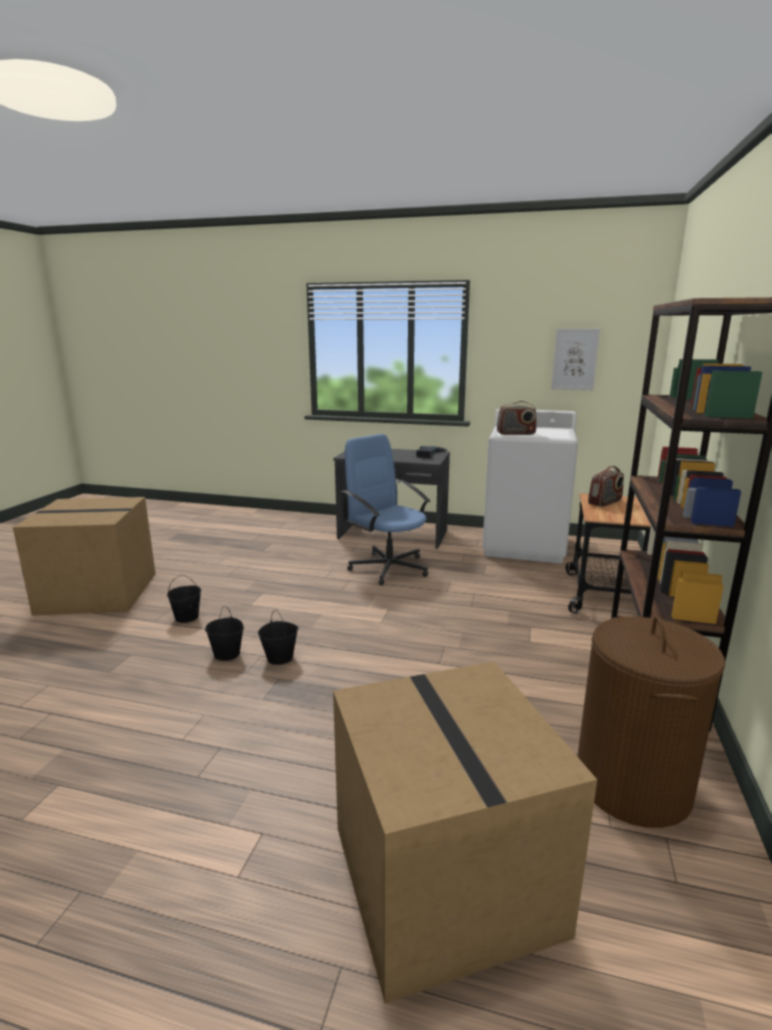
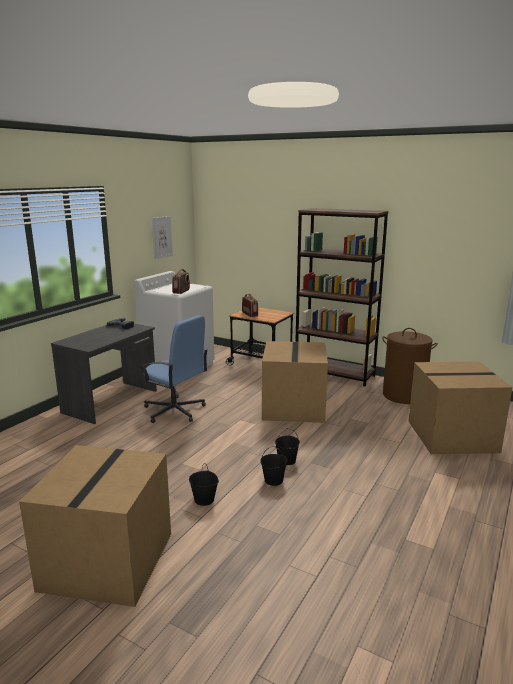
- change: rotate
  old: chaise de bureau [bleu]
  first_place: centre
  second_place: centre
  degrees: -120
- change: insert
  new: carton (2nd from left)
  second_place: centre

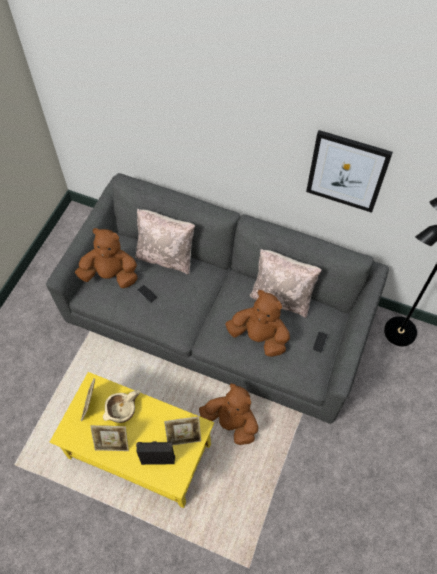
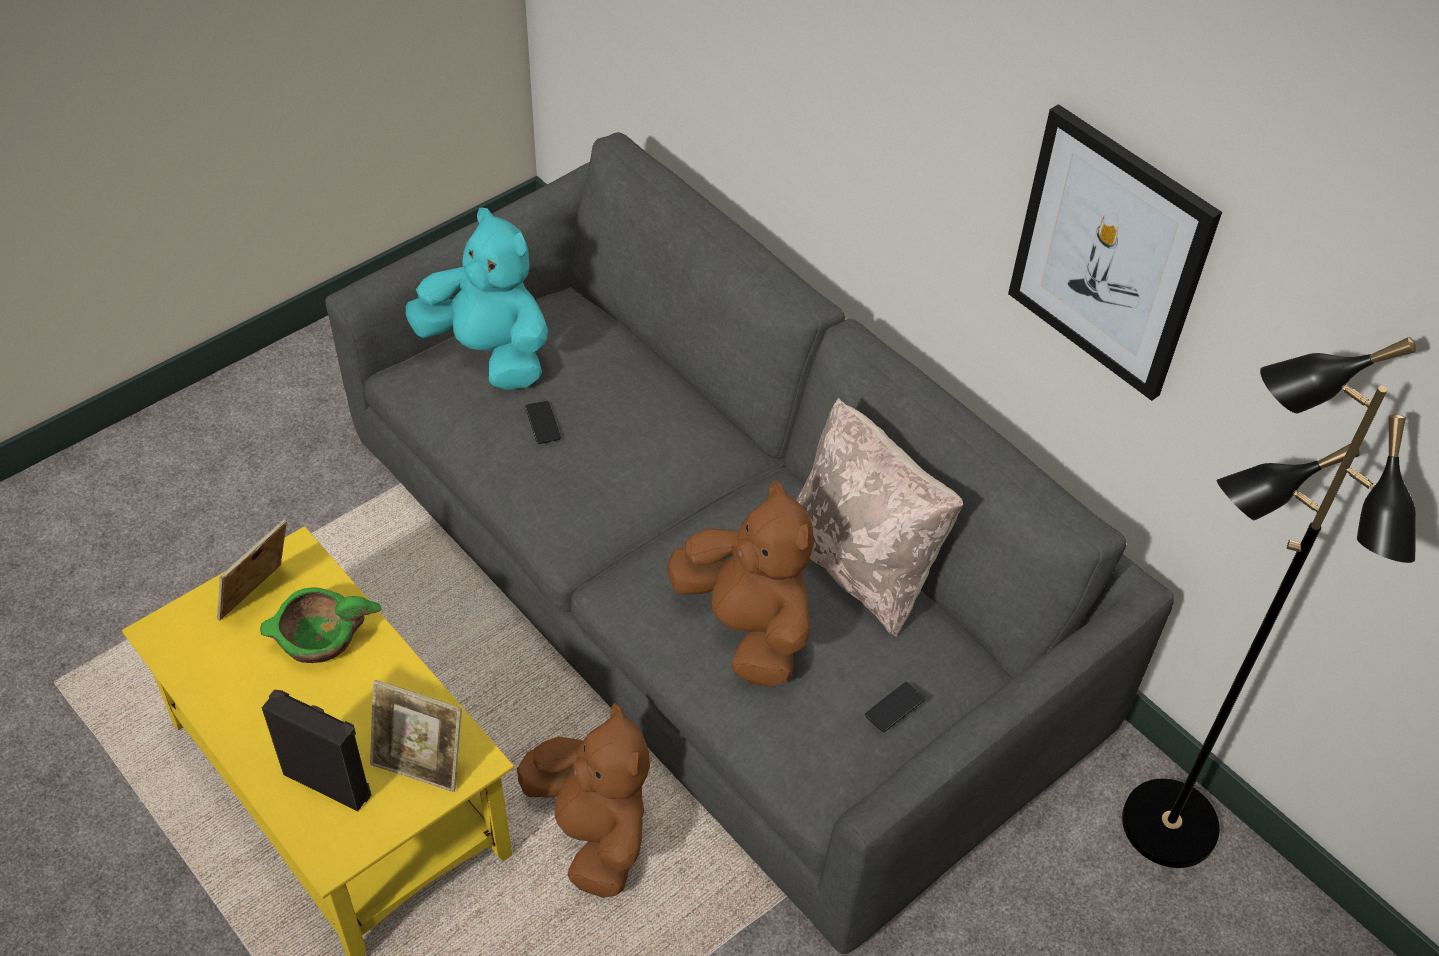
- change: recolor
  old: peluche [marron] (1st from left)
  new: peluche [turquoise]
  first_place: middle left
  second_place: top left
- change: delete
  old: cadre photo (2nd from left)
  first_place: bottom left
- change: recolor
  old: bol [beige]
  new: bol [vert]
  first_place: bottom left
  second_place: middle left
- change: delete
  old: coussin [beige] (1st from left)
  first_place: centre

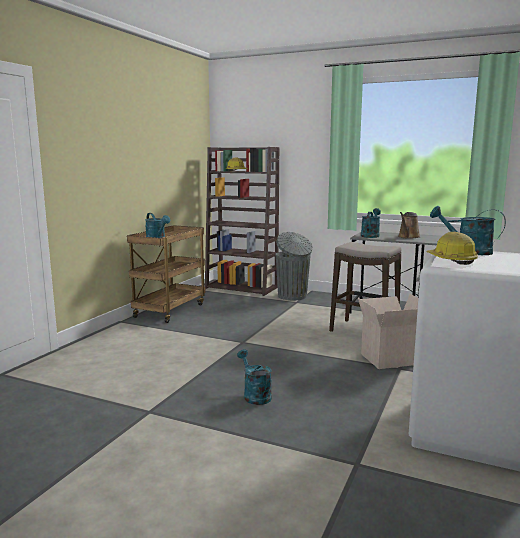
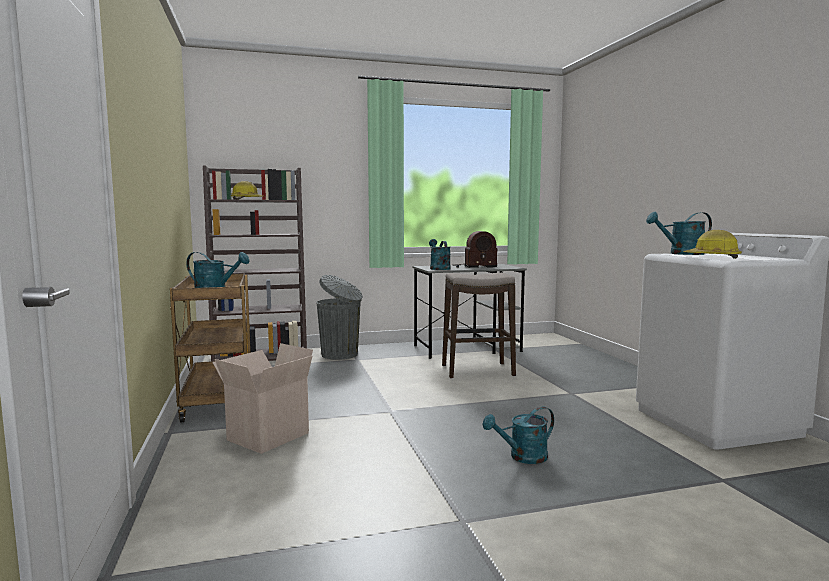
- change: rotate
  old: arrosoir [turquoise] (2nd from left in the first image)
  first_place: bottom centre
  second_place: bottom centre
  degrees: -45
- change: move
  old: carton
  first_place: middle right
  second_place: bottom left
- change: replace
  old: arrosoir [marron]
  new: radio
  first_place: middle right
  second_place: centre

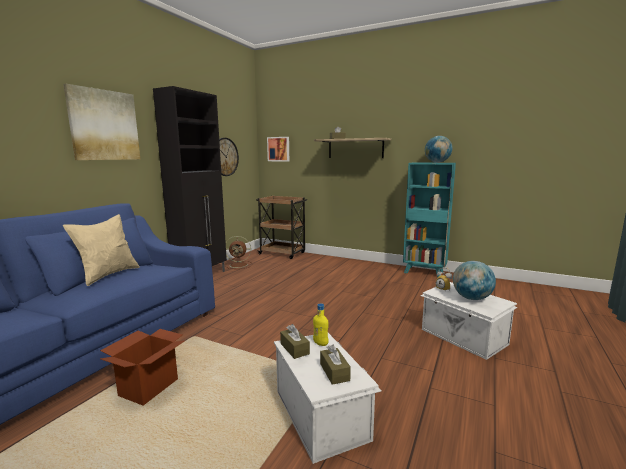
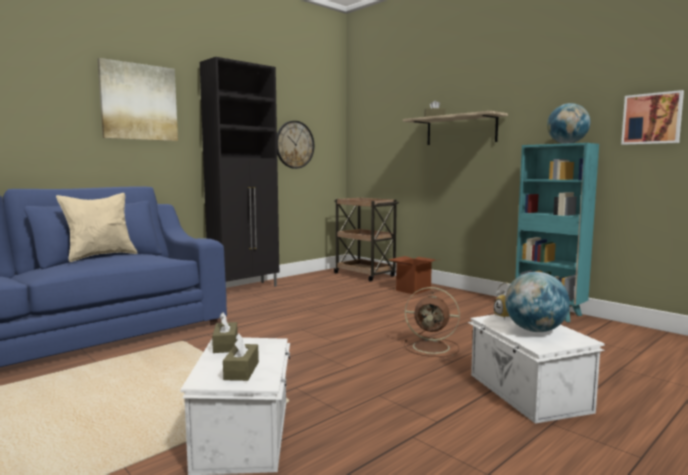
- change: move
  old: carton
  first_place: bottom left
  second_place: centre
- change: move
  old: ventilateur [marron]
  first_place: centre
  second_place: bottom centre
- change: move
  old: tableau (2nd from left)
  first_place: top centre
  second_place: top right
- change: delete
  old: bouteille [jaune]
  first_place: bottom centre

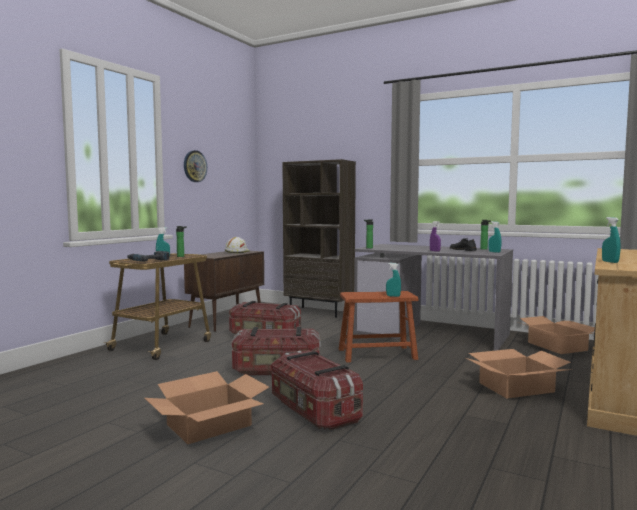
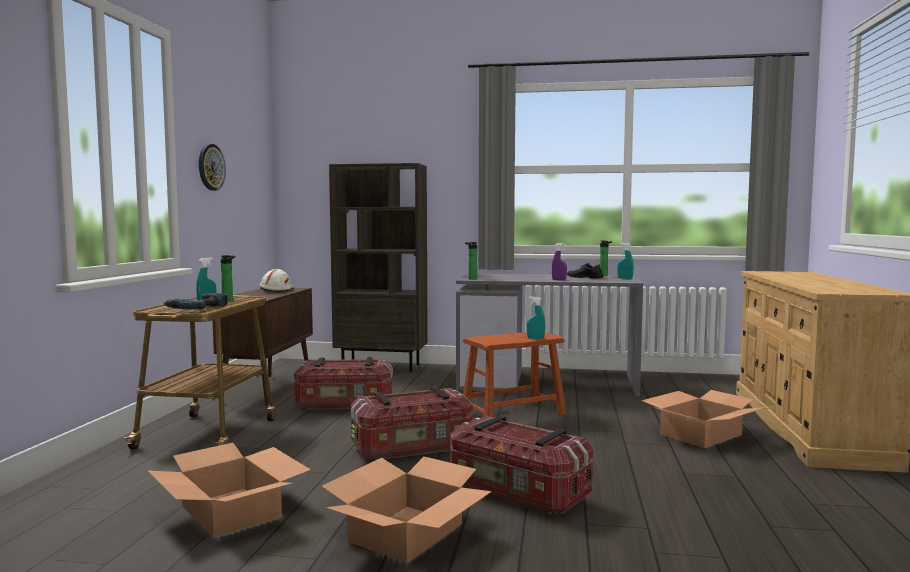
- change: move
  old: carton (3rd from left in the first image)
  new: carton (1st from left)
  first_place: middle right
  second_place: bottom left
- change: delete
  old: vaporisateur [turquoise] (4th from left)
  first_place: middle right

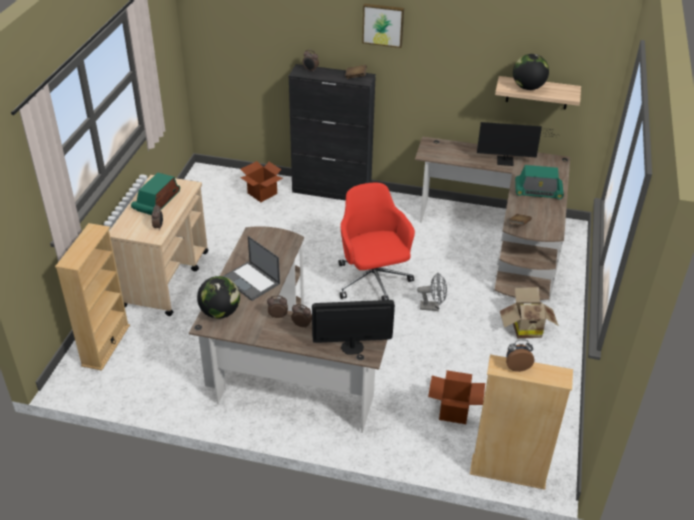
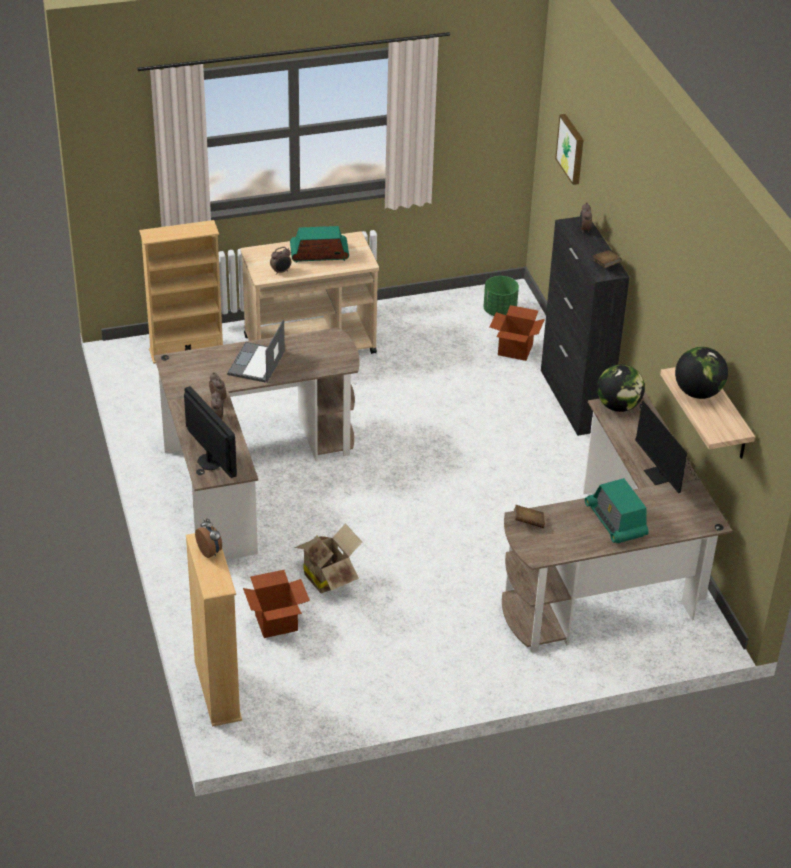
- change: move
  old: globe (1st from left)
  first_place: middle left
  second_place: middle right
- change: delete
  old: chaise de bureau [rouge]
  first_place: centre
- change: move
  old: tableau
  first_place: top centre
  second_place: top right
- change: delete
  old: ventilateur [gris]
  first_place: centre
- change: move
  old: carton (3rd from left in the first image)
  new: carton (2nd from left)
  first_place: middle right
  second_place: centre
- change: insert
  new: cache-pot [vert]
  second_place: centre

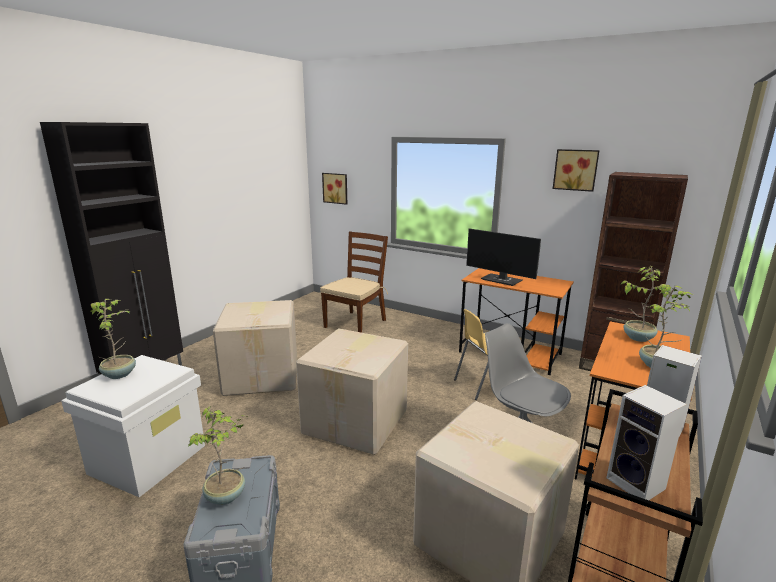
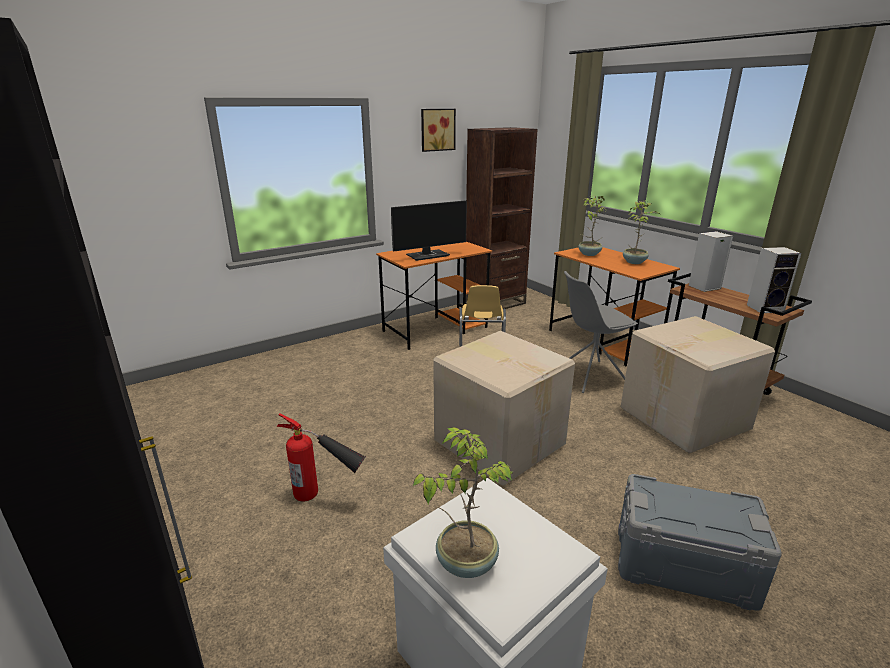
- change: delete
  old: plante en pot (2nd from left)
  first_place: bottom left
- change: replace
  old: carton (1st from left)
  new: extincteur
  first_place: middle left
  second_place: bottom centre
- change: delete
  old: chaise [marron]
  first_place: centre
- change: delete
  old: tableau (1st from left)
  first_place: top centre

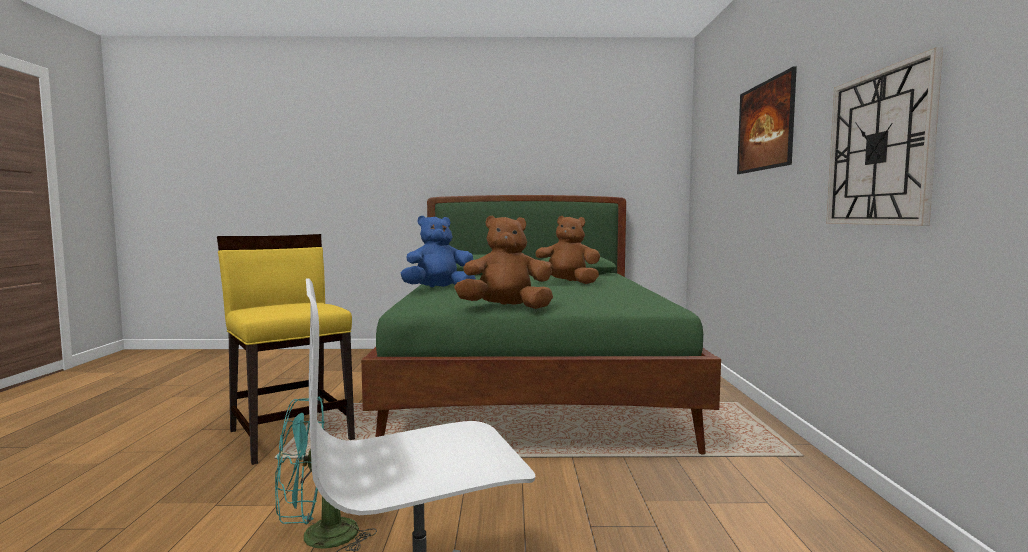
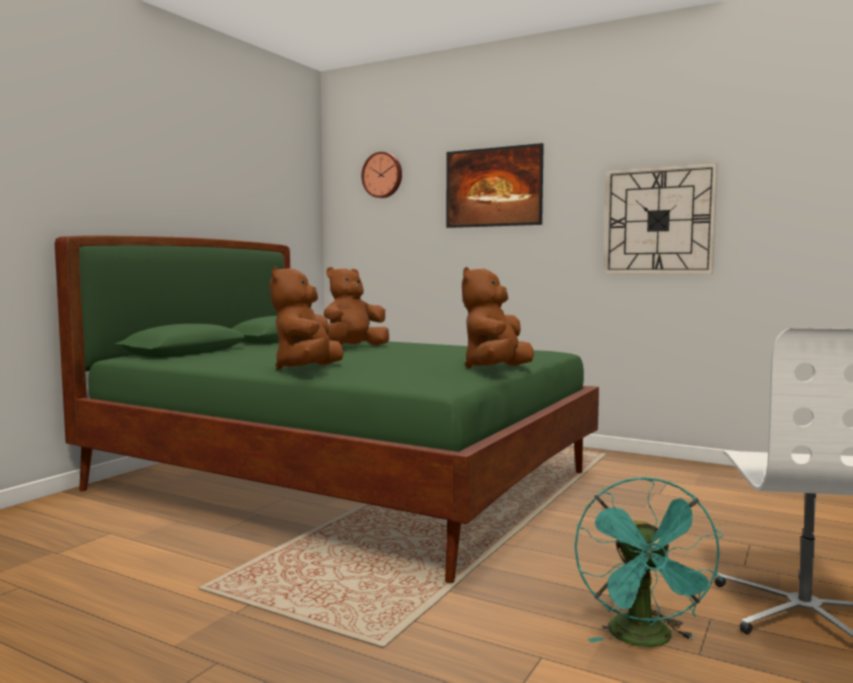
- change: delete
  old: chaise [jaune]
  first_place: middle left
- change: recolor
  old: peluche [bleu]
  new: peluche [marron] (1st from left)
  first_place: centre
  second_place: centre
- change: insert
  new: horloge murale (1st from left)
  second_place: top centre

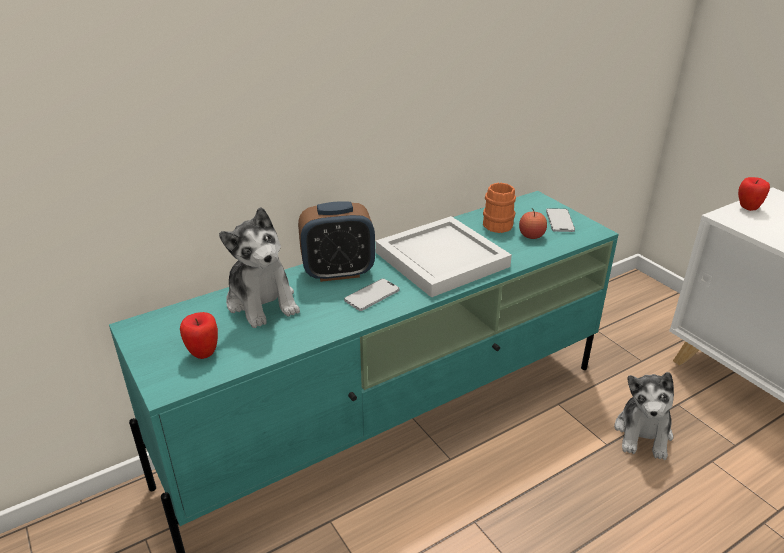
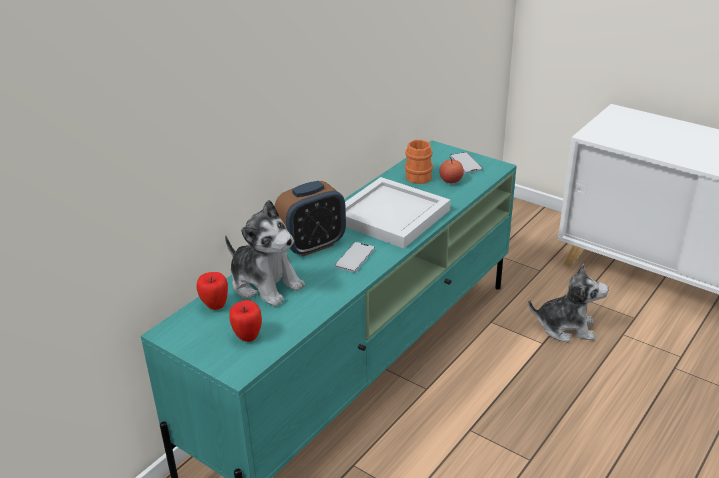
- change: rotate
  old: peluche (2nd from left)
  first_place: bottom right
  second_place: middle right
  degrees: -75
- change: move
  old: pomme (3rd from left in the first image)
  new: pomme (1st from left)
  first_place: middle right
  second_place: middle left

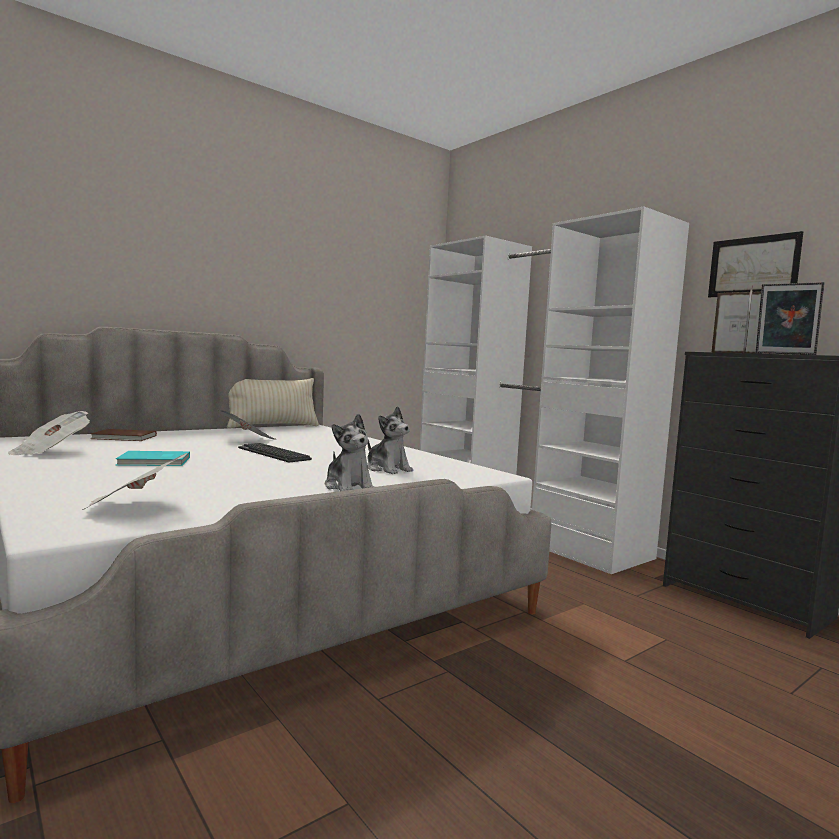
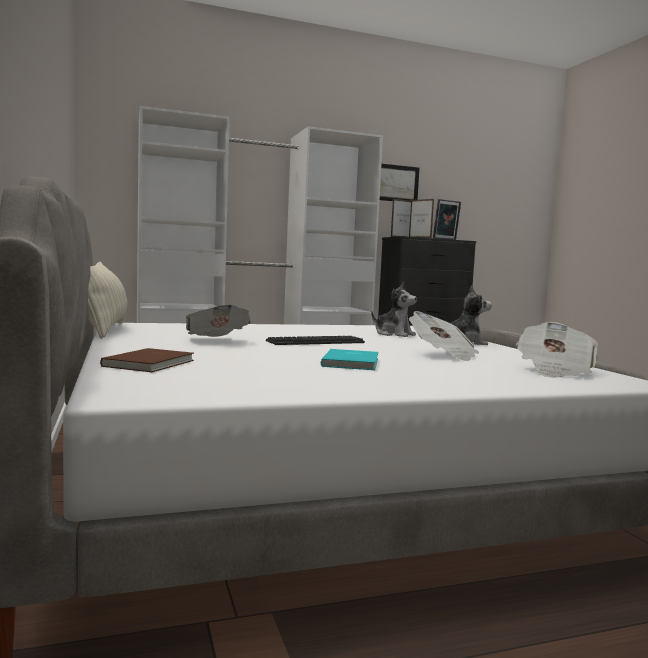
- change: move
  old: journal (1st from left in the first image)
  new: journal (2nd from left)
  first_place: middle left
  second_place: middle right
- change: rotate
  old: peluche (2nd from left in the first image)
  first_place: centre
  second_place: centre
  degrees: 60

